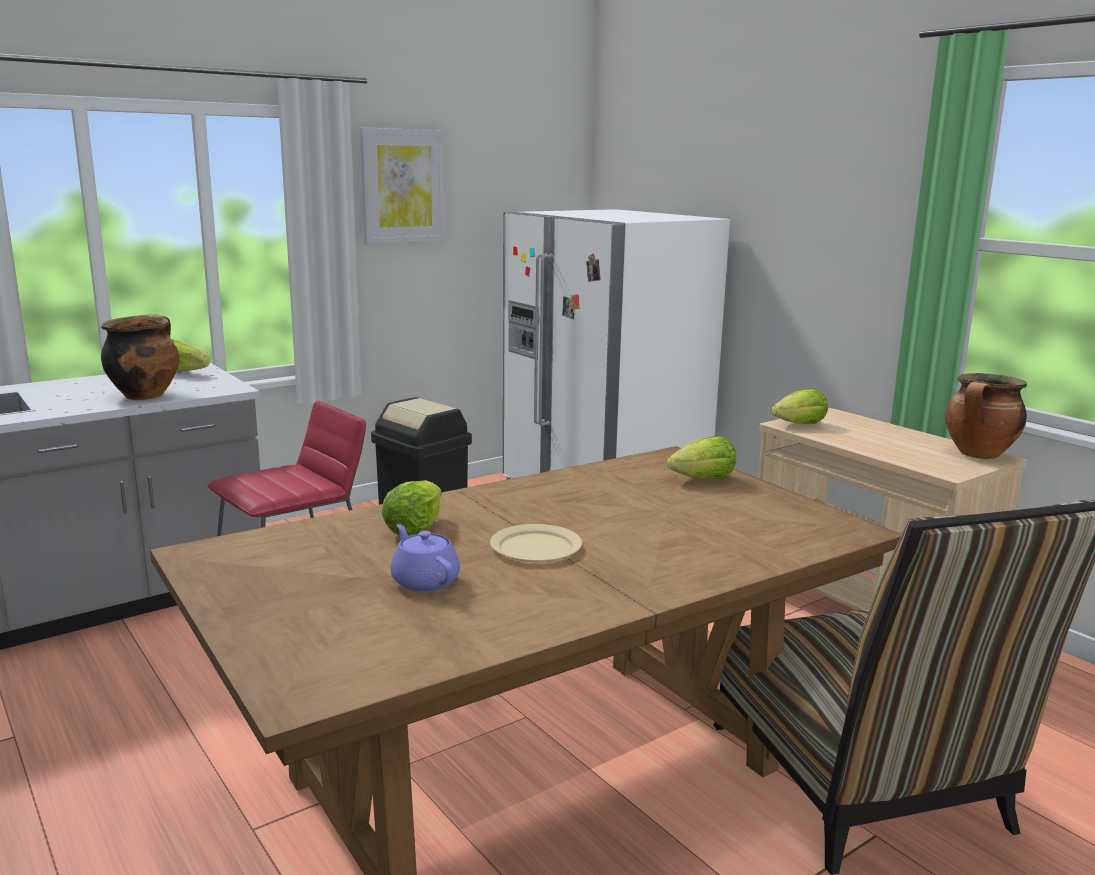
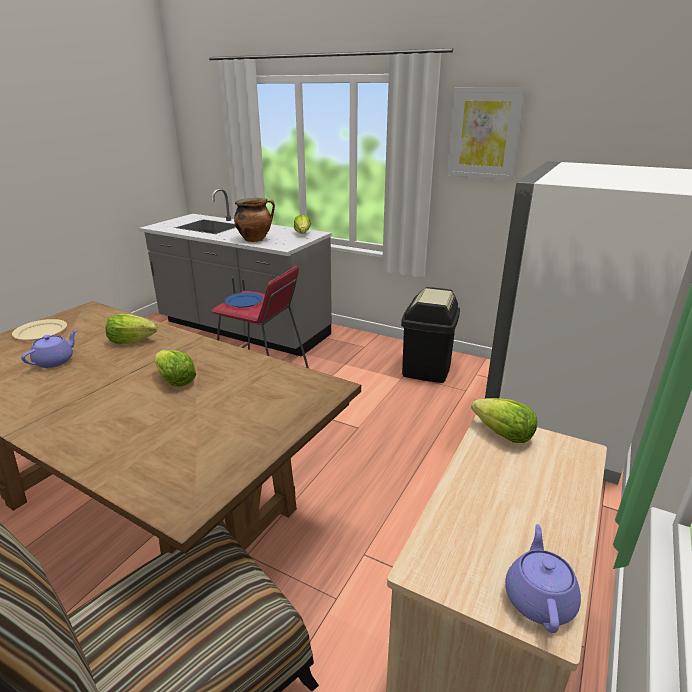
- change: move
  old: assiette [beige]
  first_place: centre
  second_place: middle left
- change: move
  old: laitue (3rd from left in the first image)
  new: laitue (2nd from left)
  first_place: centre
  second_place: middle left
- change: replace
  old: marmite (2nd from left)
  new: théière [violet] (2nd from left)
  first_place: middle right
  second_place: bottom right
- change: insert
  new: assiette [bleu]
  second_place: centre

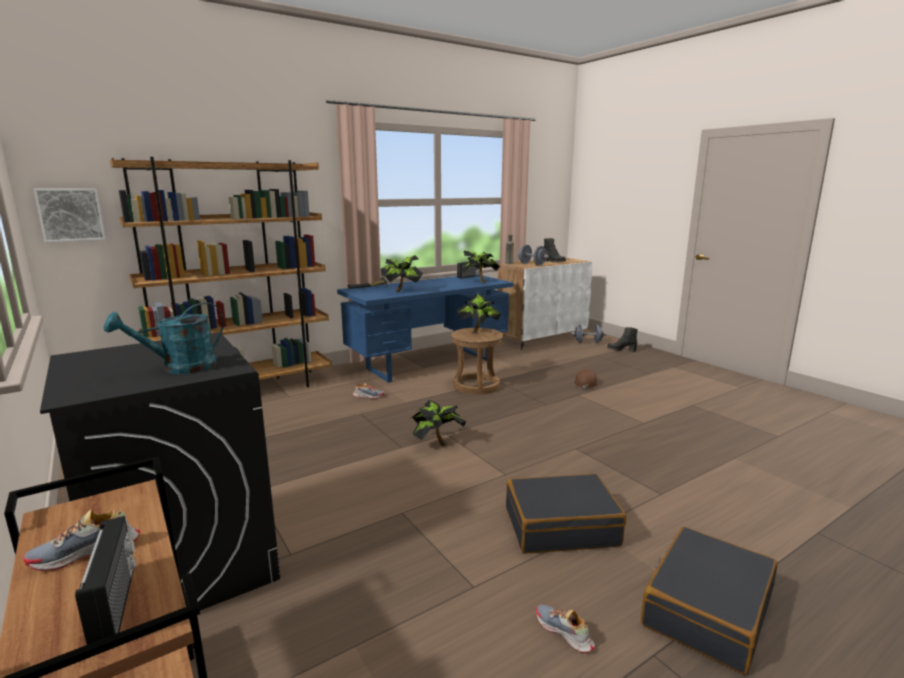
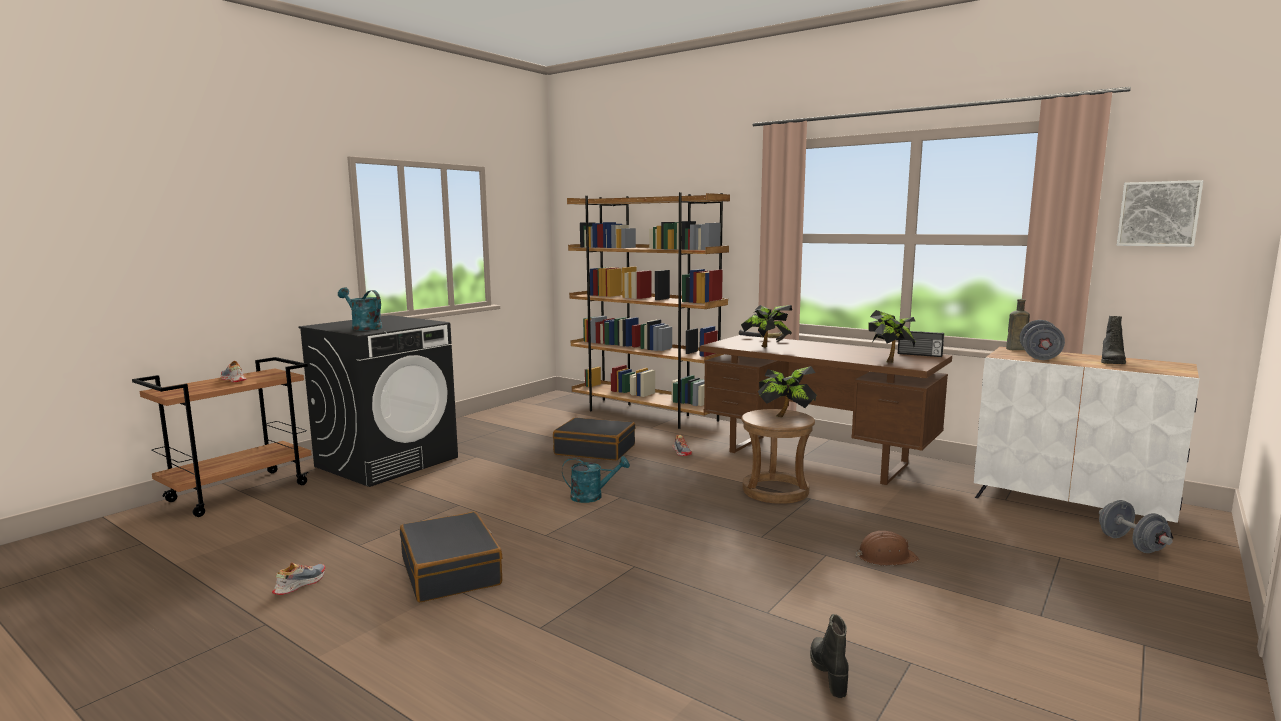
- change: move
  old: tableau
  first_place: top left
  second_place: top right
- change: delete
  old: radio (1st from left)
  first_place: bottom left
- change: recolor
  old: bureau [bleu]
  new: bureau [marron]
  first_place: centre
  second_place: centre
- change: replace
  old: plante en pot (2nd from left)
  new: arrosoir [turquoise] (2nd from left)
  first_place: centre
  second_place: centre
- change: move
  old: botte [noir] (2nd from left in the first image)
  new: botte [noir] (1st from left)
  first_place: middle right
  second_place: bottom centre
- change: move
  old: valise [noir] (2nd from left)
  first_place: bottom right
  second_place: centre

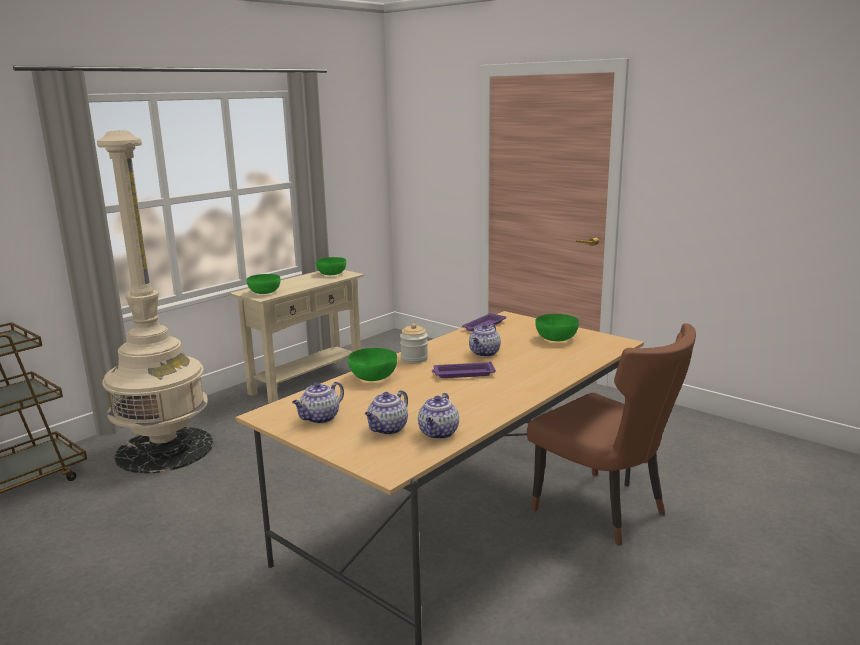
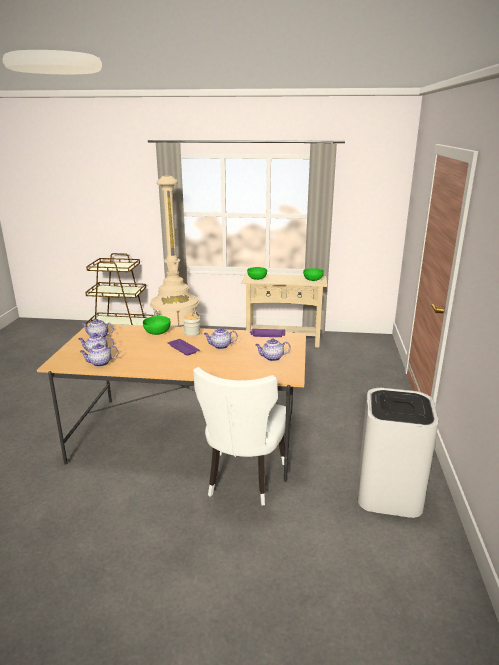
- change: recolor
  old: chaise [marron]
  new: chaise [blanc]
  first_place: bottom right
  second_place: centre
- change: replace
  old: bol [vert] (4th from left)
  new: théière (5th from left)
  first_place: centre
  second_place: centre
- change: insert
  new: poubelle [blanc]
  second_place: bottom right

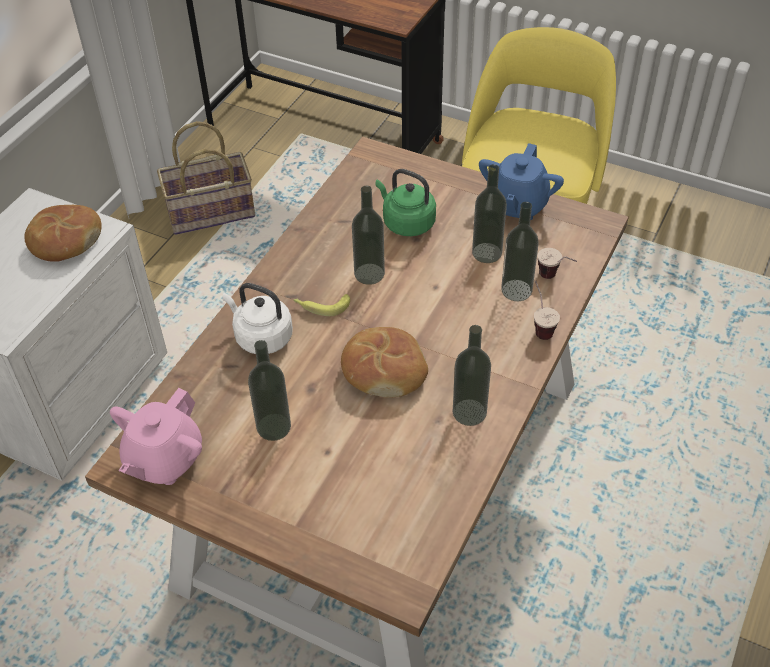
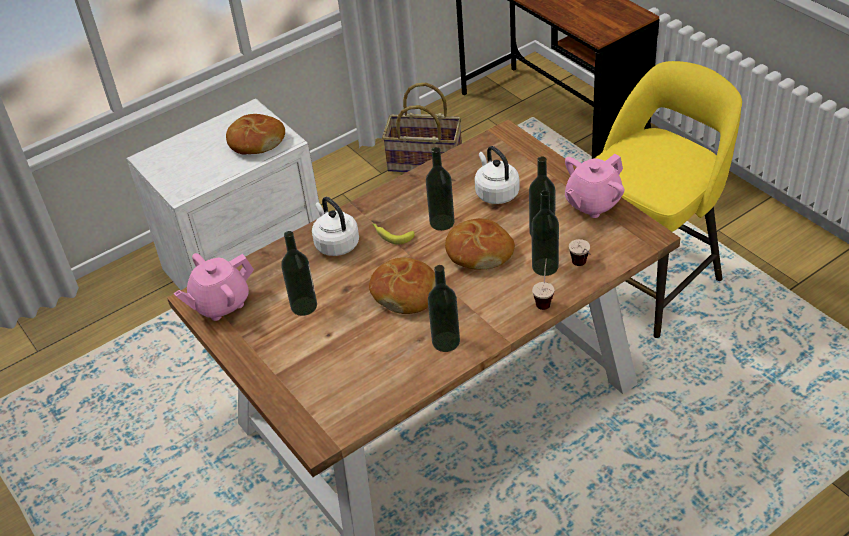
- change: recolor
  old: bouilloire [vert]
  new: bouilloire [blanc] (2nd from left)
  first_place: top centre
  second_place: top centre
- change: recolor
  old: théière [bleu]
  new: théière [rose] (2nd from left)
  first_place: top right
  second_place: middle right
- change: insert
  new: pain (3rd from left)
  second_place: centre

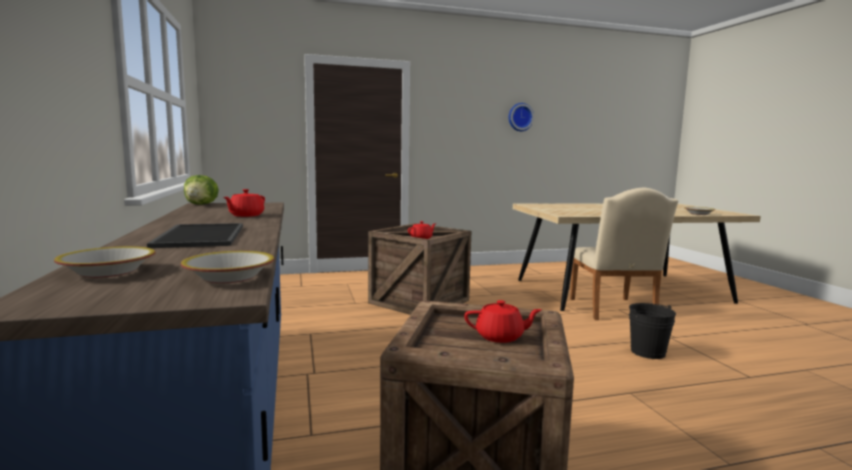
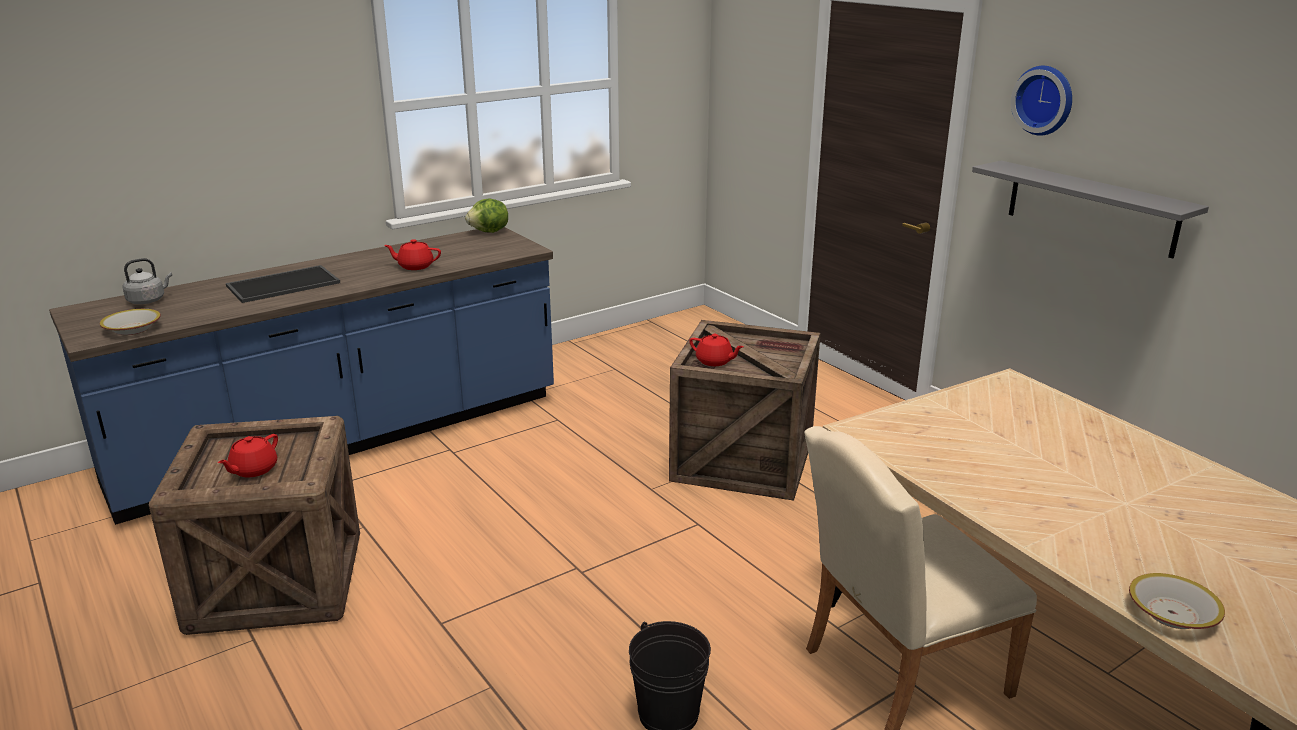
- change: replace
  old: bol (1st from left)
  new: bouilloire [gris]
  first_place: middle left
  second_place: middle left
- change: rotate
  old: théière [rouge] (3rd from left in the first image)
  first_place: bottom centre
  second_place: middle left
  degrees: 45
- change: move
  old: horloge murale
  first_place: top centre
  second_place: top right
- change: insert
  new: étagère [gris]
  second_place: top right

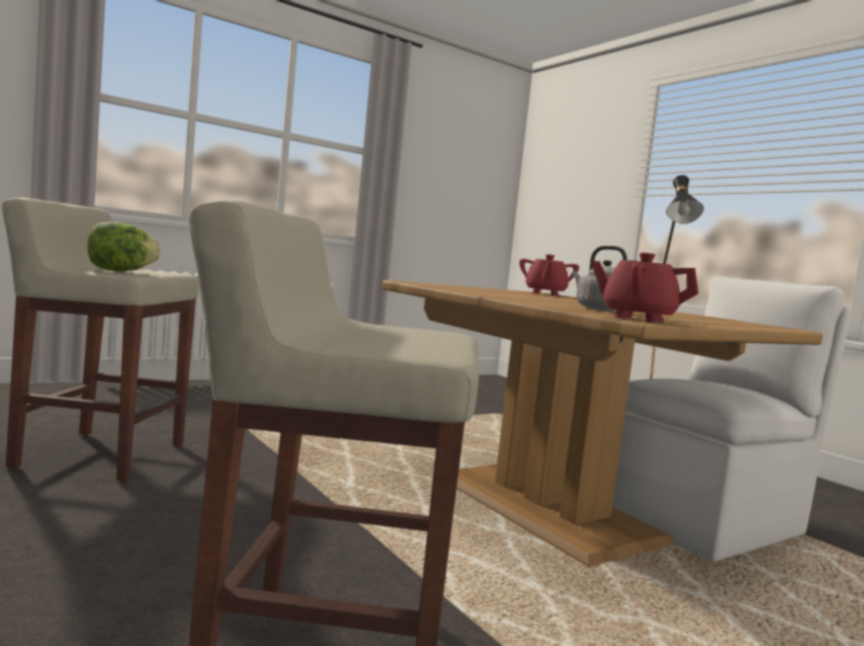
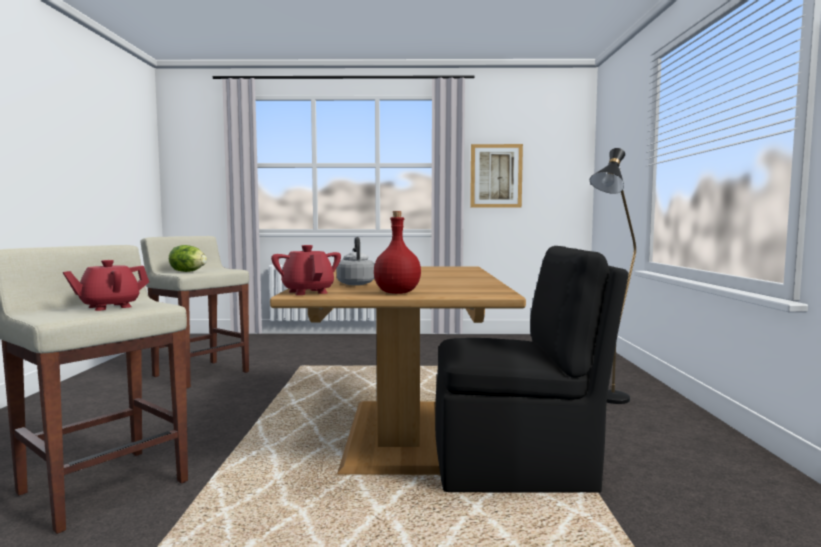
- change: move
  old: théière [rouge] (1st from left)
  first_place: centre
  second_place: middle left
- change: recolor
  old: chaise [blanc]
  new: chaise [noir]
  first_place: middle right
  second_place: bottom centre
- change: insert
  new: bouteille [rouge]
  second_place: centre
- change: insert
  new: tableau
  second_place: top centre

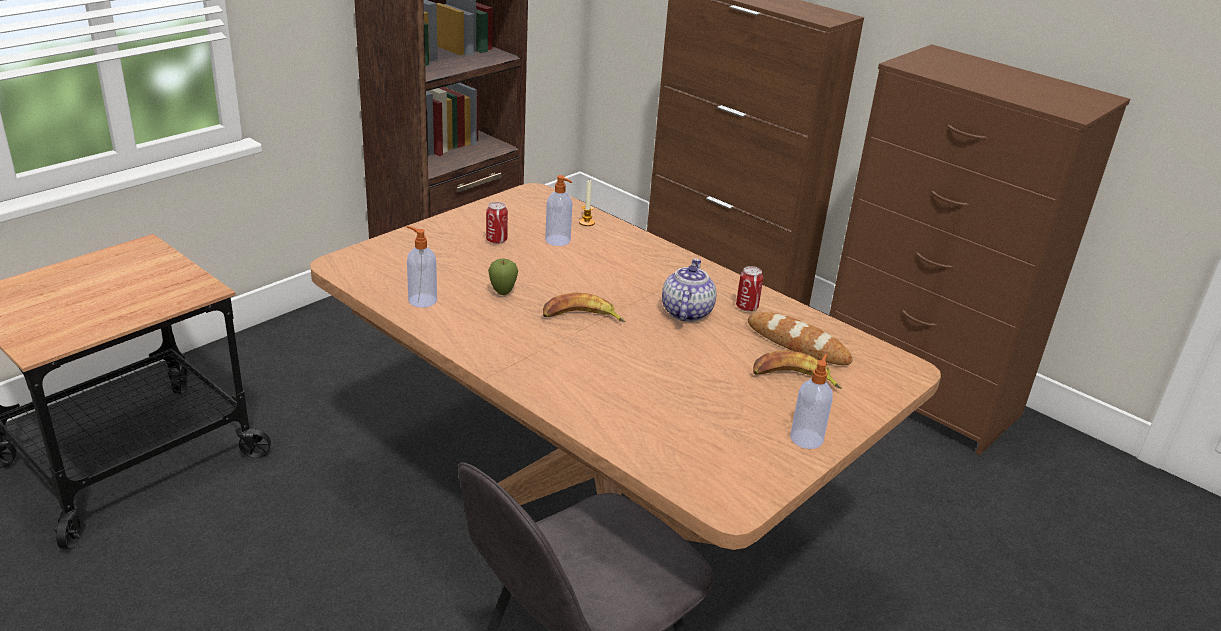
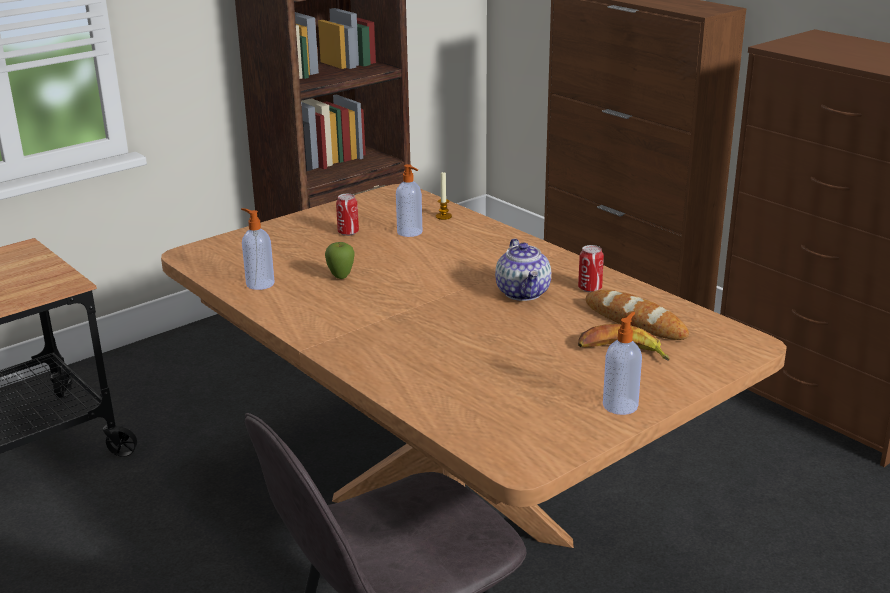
- change: delete
  old: banane (1st from left)
  first_place: centre
- change: rotate
  old: théière
  first_place: centre
  second_place: centre
  degrees: 150

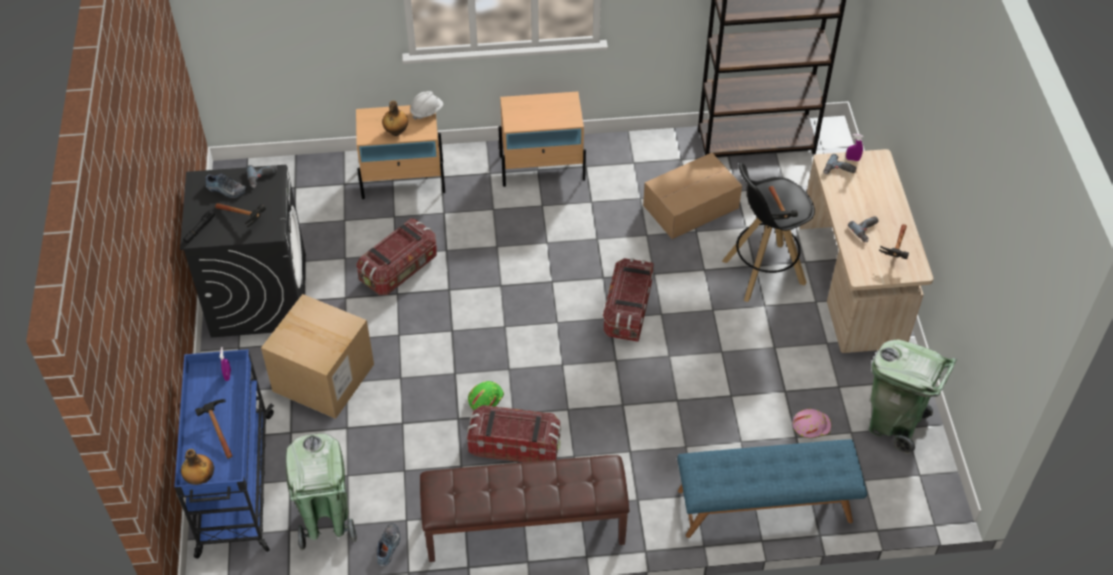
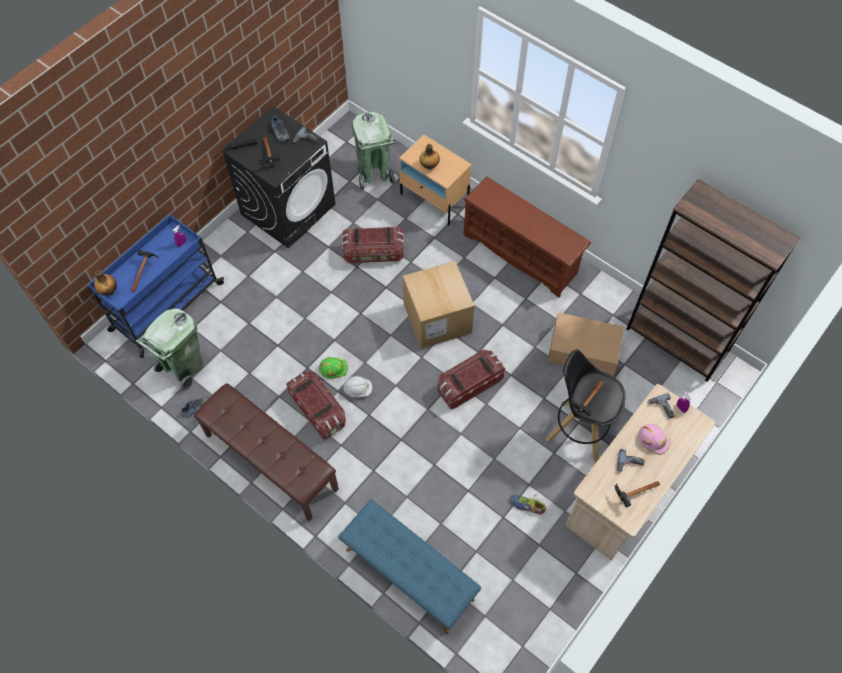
- change: move
  old: carton (1st from left)
  first_place: middle left
  second_place: centre
- change: move
  old: casque de chantier [blanc]
  first_place: top centre
  second_place: centre
- change: replace
  old: table de chevet [beige] (2nd from left)
  new: étagère à chaussures [marron]
  first_place: top centre
  second_place: centre
- change: move
  old: casque de chantier [rose]
  first_place: bottom right
  second_place: middle right
- change: move
  old: poubelle [vert] (2nd from left)
  first_place: bottom right
  second_place: top centre
- change: insert
  new: chaussure (3rd from left)
  second_place: bottom centre

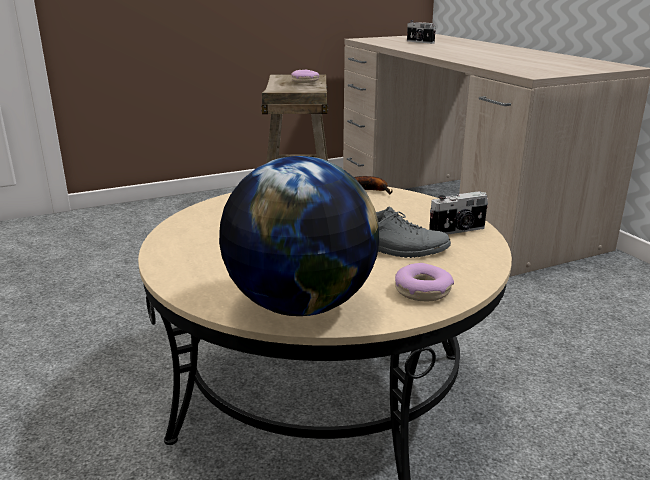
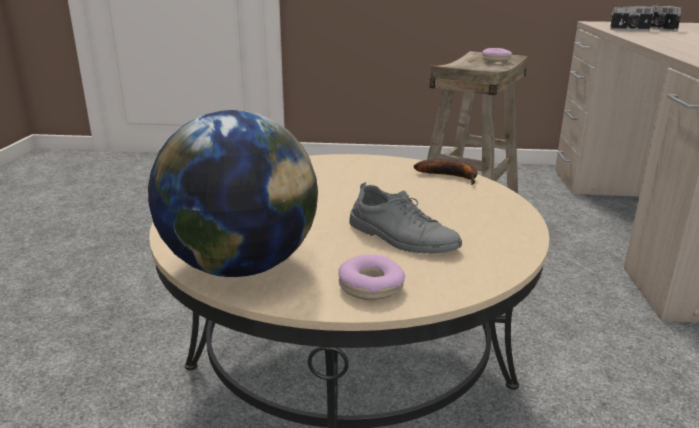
- change: move
  old: appareil photo (2nd from left in the first image)
  new: appareil photo (1st from left)
  first_place: middle right
  second_place: top right

